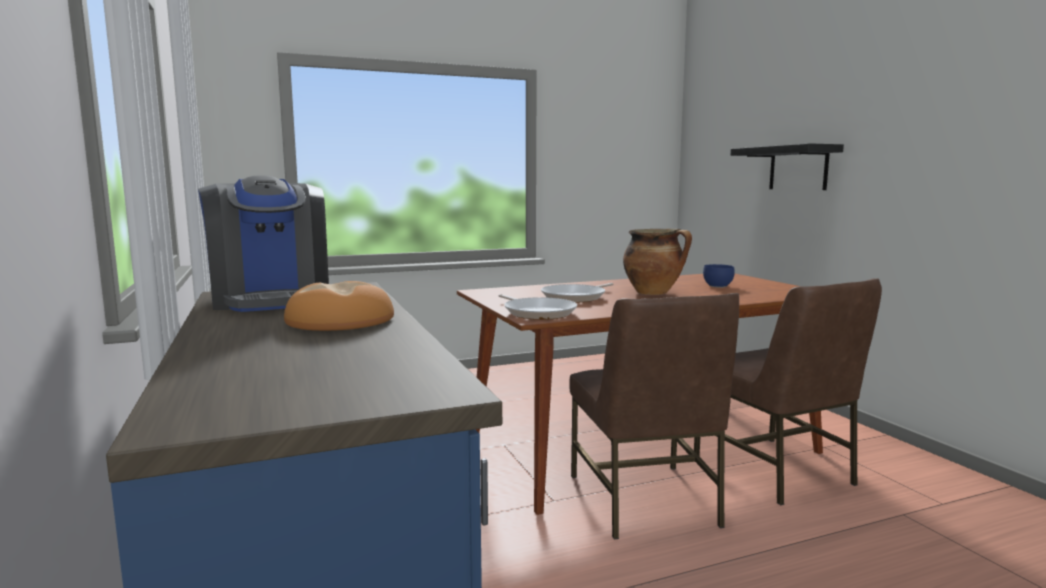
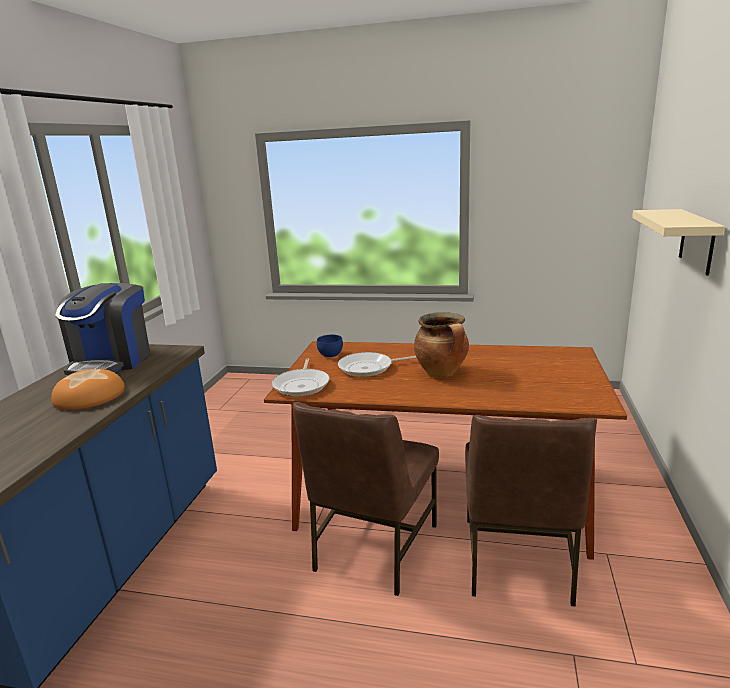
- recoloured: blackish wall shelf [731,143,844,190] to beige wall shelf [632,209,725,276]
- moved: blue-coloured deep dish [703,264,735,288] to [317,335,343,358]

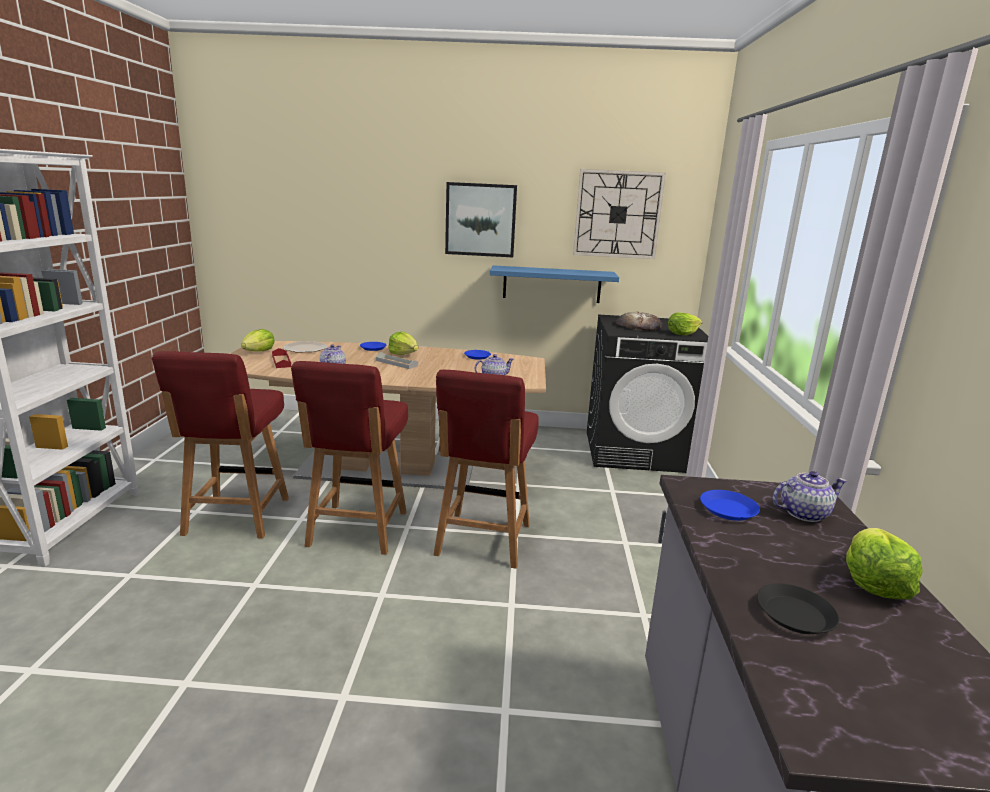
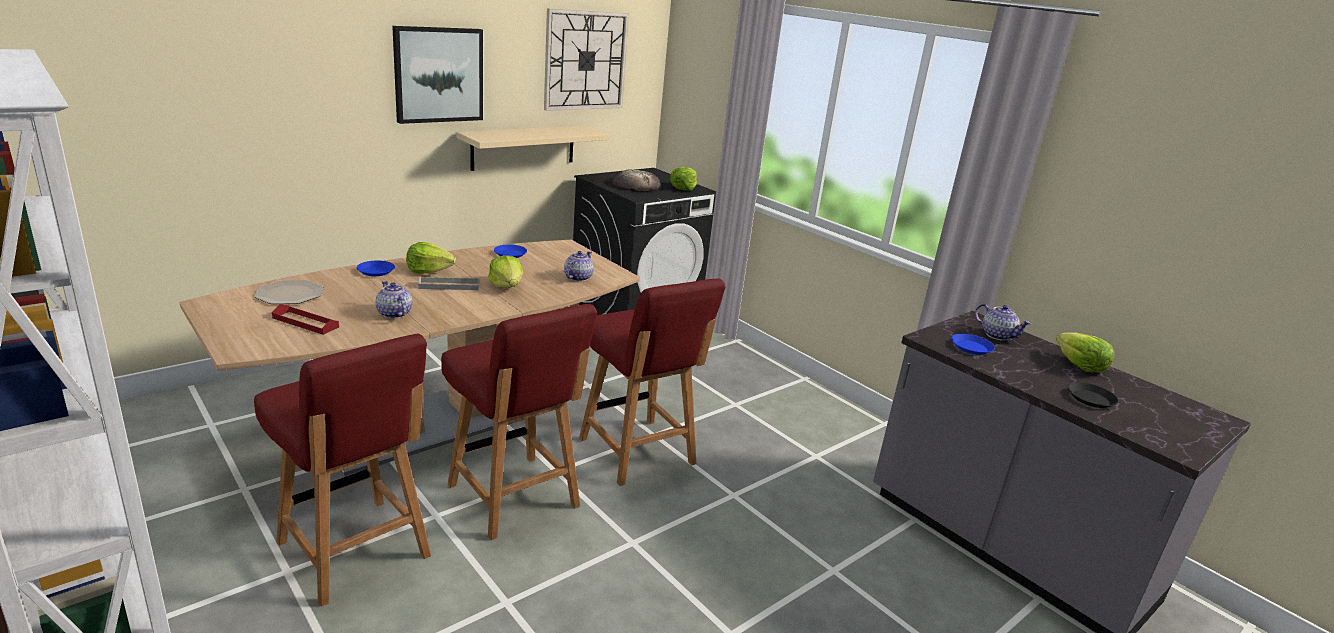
- recoloured: blue-coloured wall shelf [490,265,619,303] to beige wall shelf [456,125,610,171]
- moved: head of lettuce [241,329,275,351] to [488,255,523,288]
- turned: tea pot [772,471,847,522] = [975,304,1032,341] 105 degrees clockwise

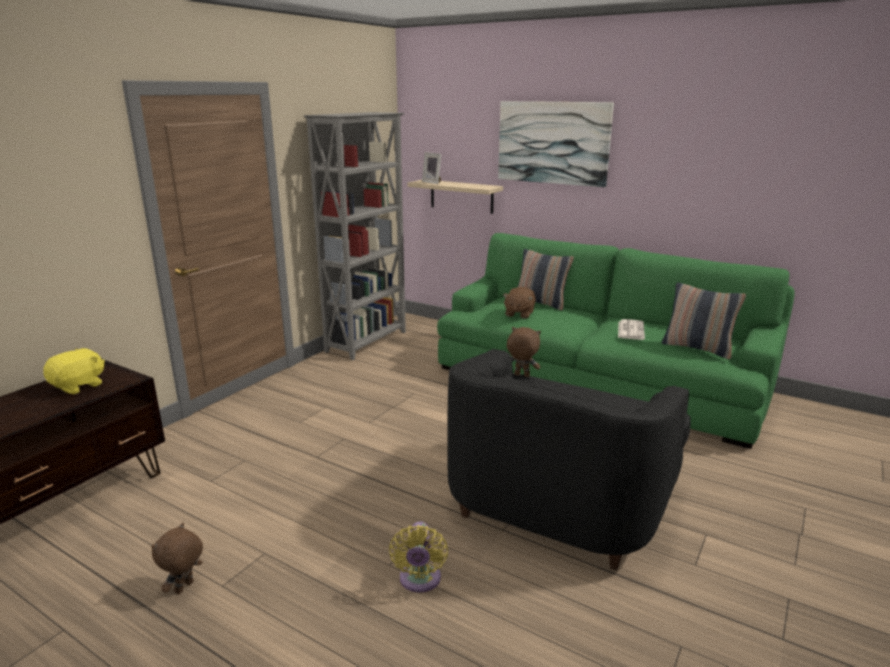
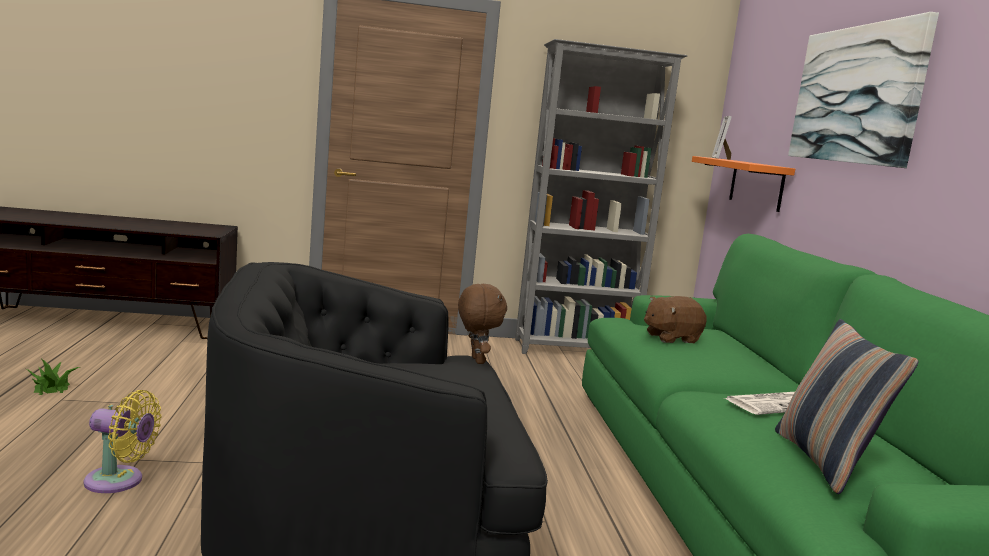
- recoloured: beige wall shelf [407,180,503,214] to orangey wall shelf [692,156,795,212]
- removed: throw pillow [518,249,574,311]
- removed: yellow-coloured plush toy [43,348,105,394]
- turned: yellow-coloured fan [389,521,448,593] = [84,390,161,493] 135 degrees counterclockwise
- replaced: brownish plush toy [151,523,203,594] to plant in a pot [27,359,80,395]

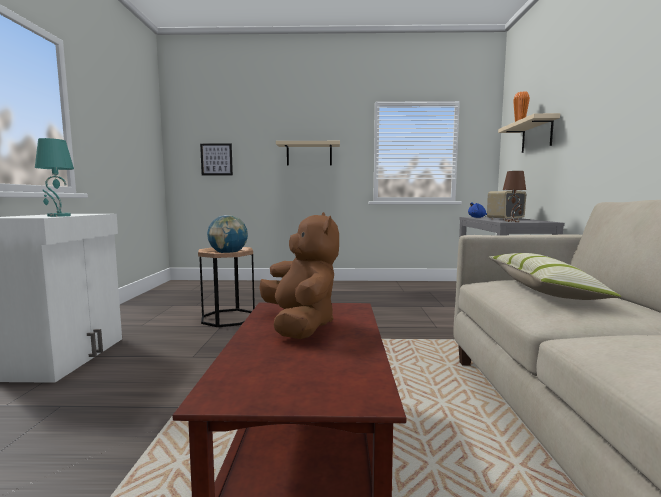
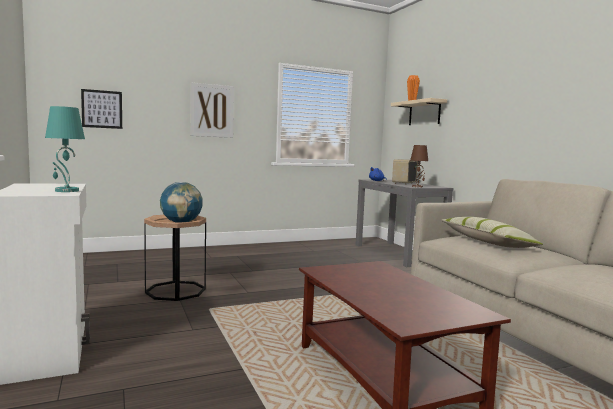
- replaced: beige wall shelf [276,141,340,165] to picture [190,83,234,138]
- removed: brownish plush toy [259,212,339,339]

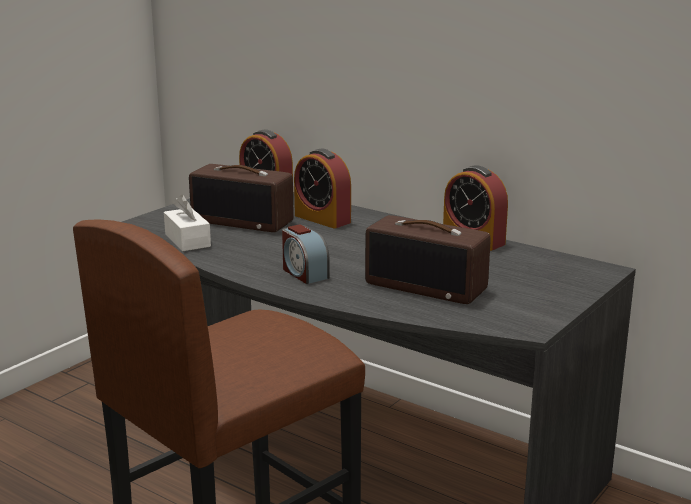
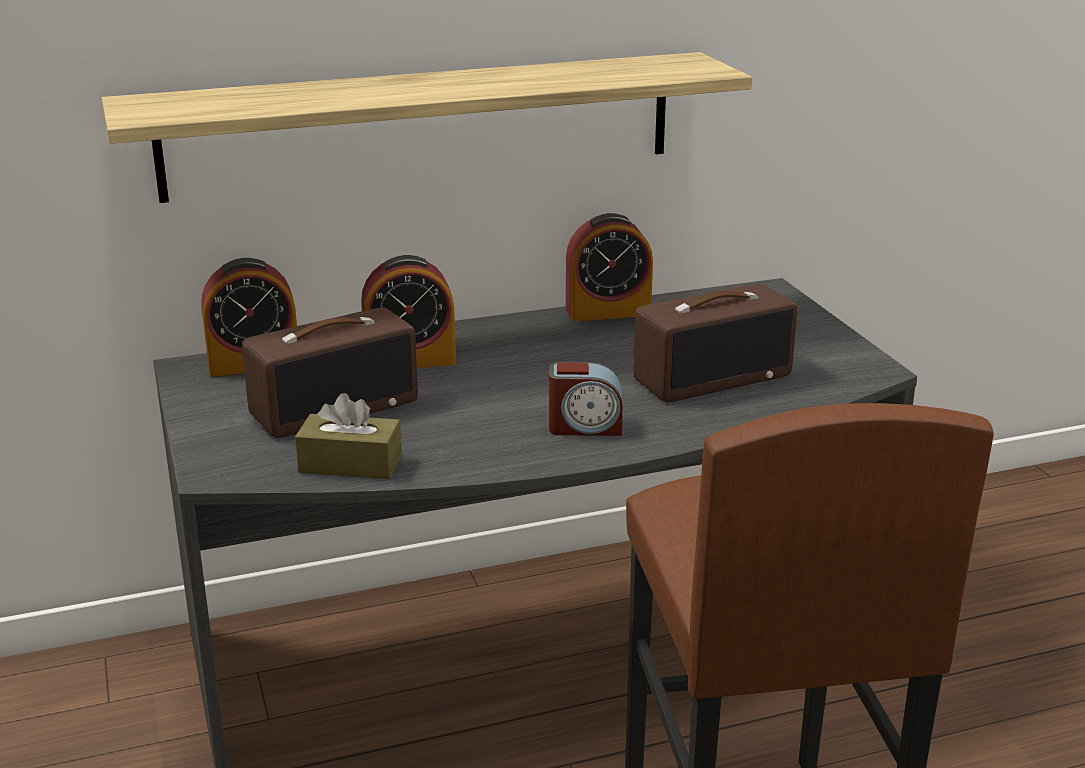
- recoloured: white tissue holder [164,195,211,251] to brownish tissue holder [295,393,402,479]
- added: wall shelf [101,52,752,203]

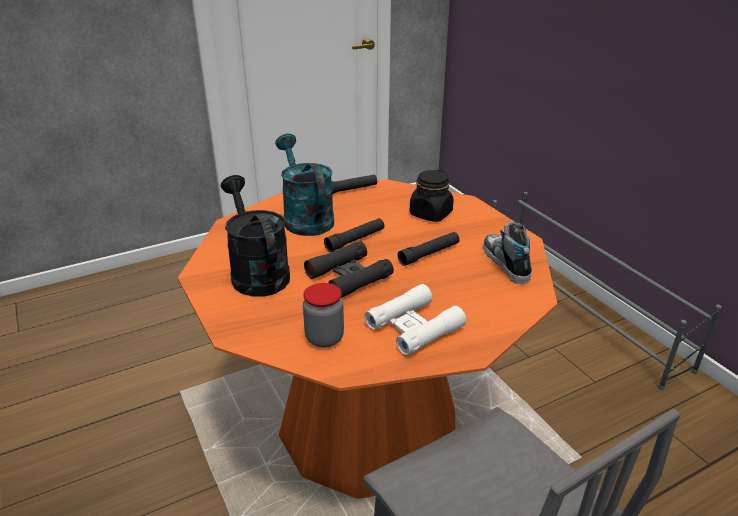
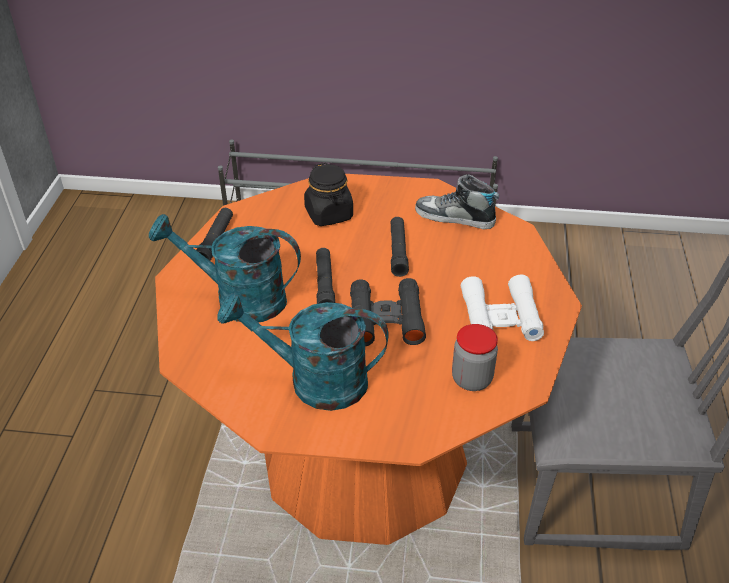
- recoloured: blackish sprinkling can [221,175,290,297] to turquoise-coloured sprinkling can [217,293,389,411]

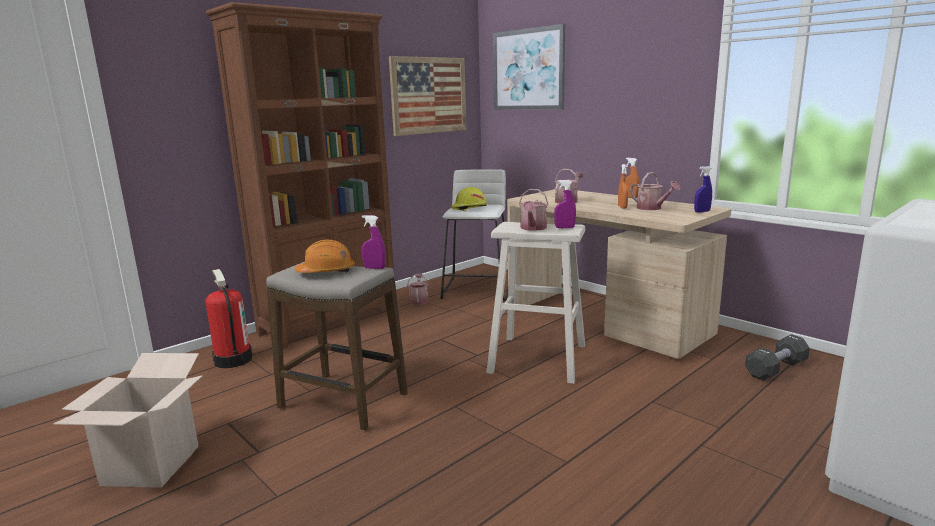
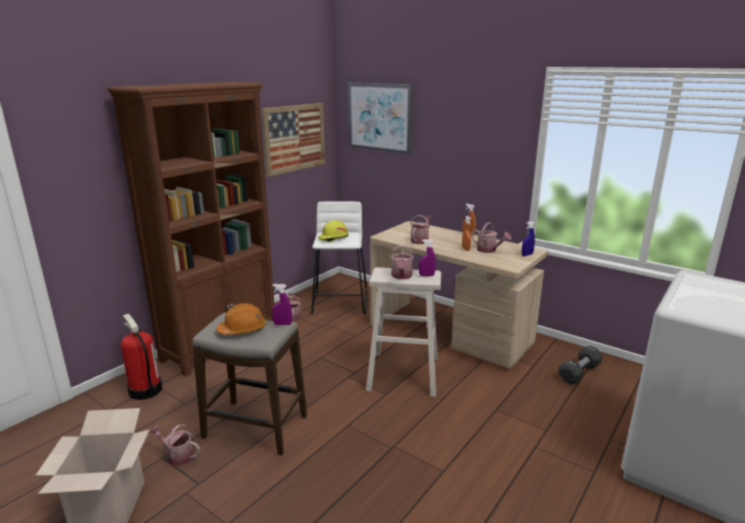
- added: sprinkling can [149,424,200,466]

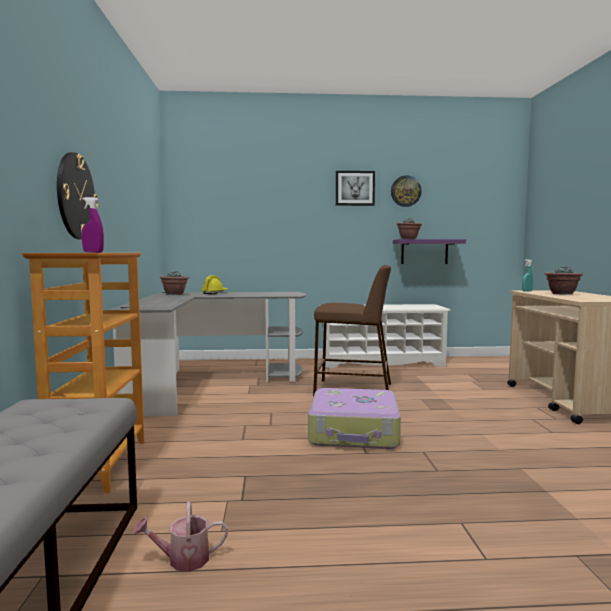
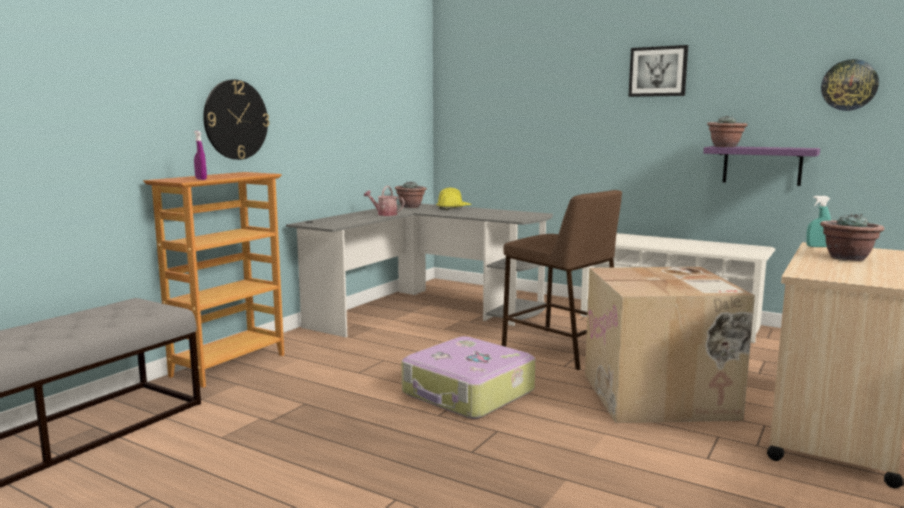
- moved: hanging clock [391,176,422,207] to [821,59,879,111]
- moved: sprinkling can [133,501,228,572] to [364,186,405,216]
- added: packing box [585,267,755,423]

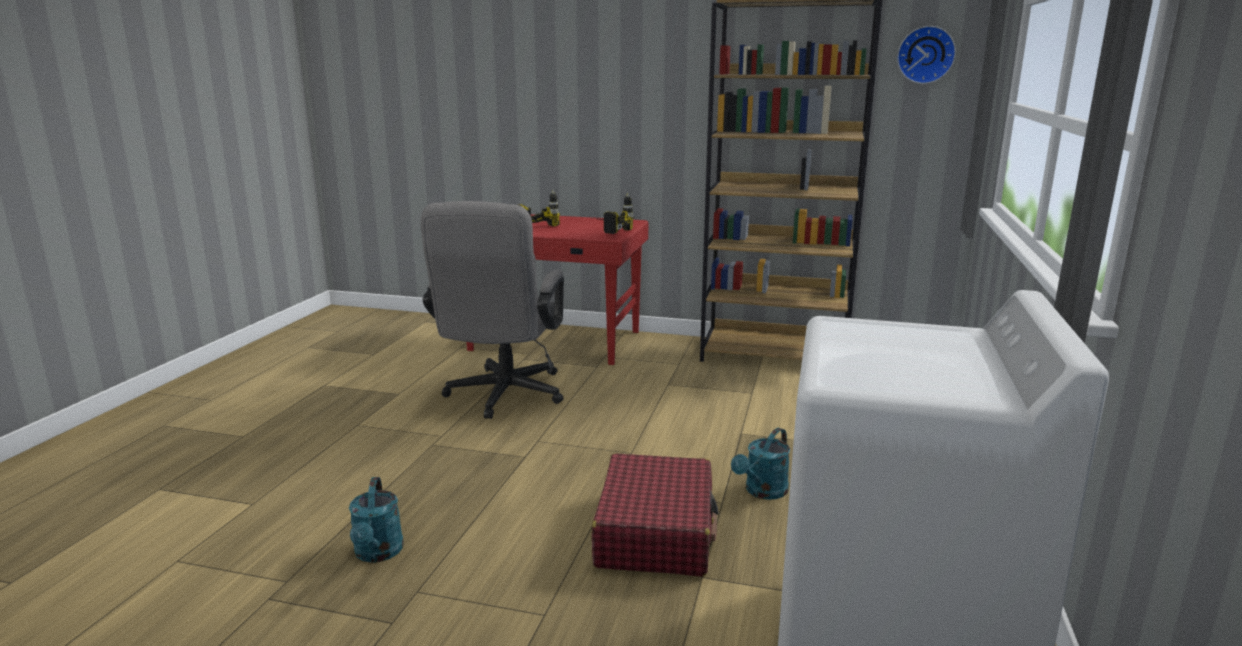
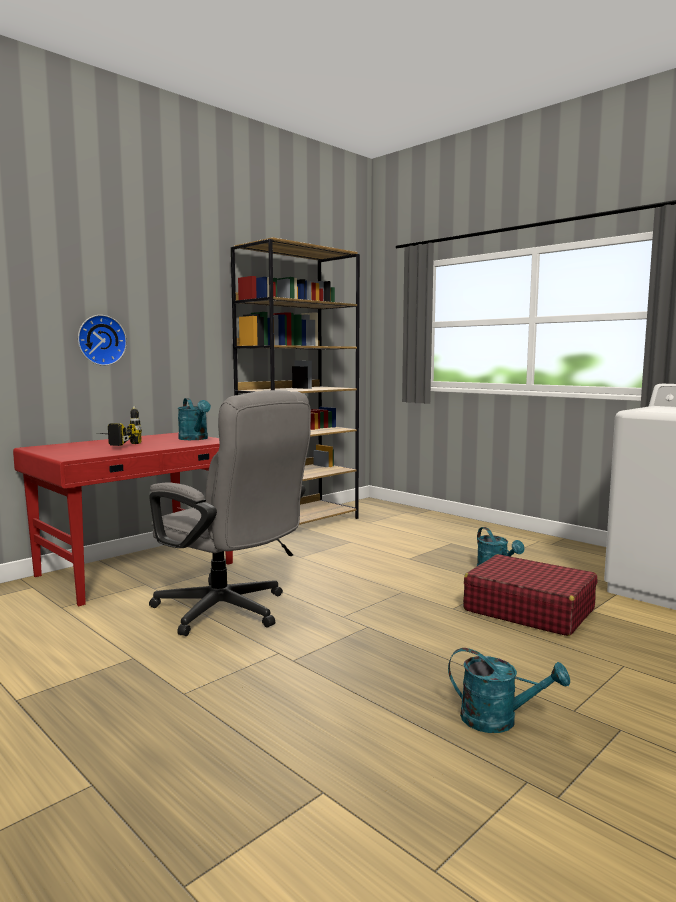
- moved: hanging clock [897,26,956,84] to [78,315,127,366]
- replaced: drill [594,193,634,234] to turquoise-coloured sprinkling can [178,398,211,440]

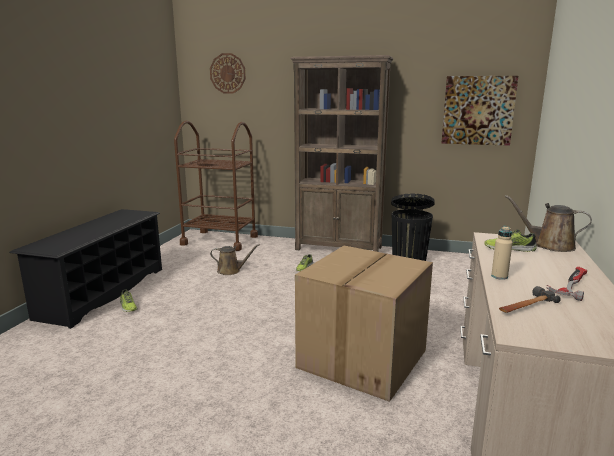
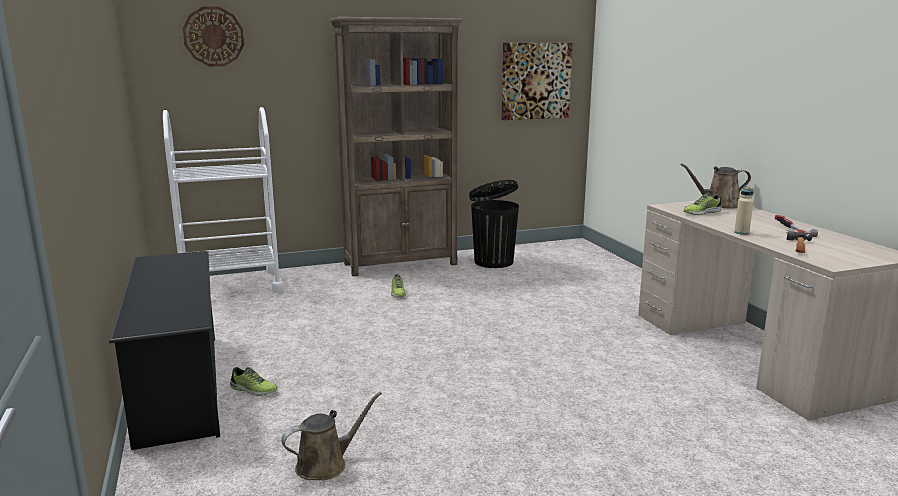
- recoloured: brownish cart [174,121,258,251] to white cart [163,107,284,293]
- moved: brownish sprinkling can [210,244,260,275] to [281,392,382,480]
- removed: packing box [295,246,433,402]

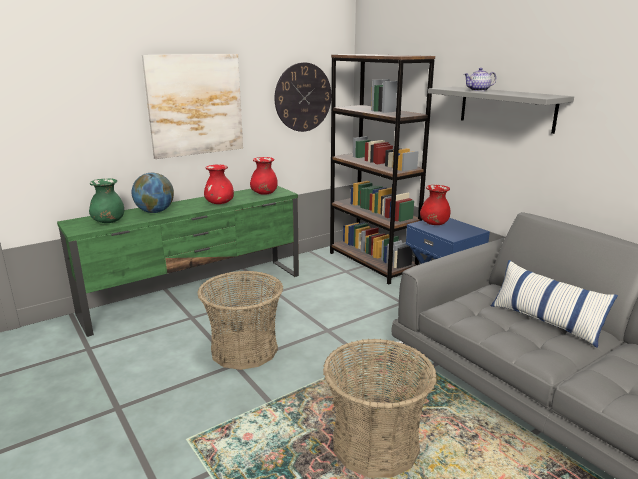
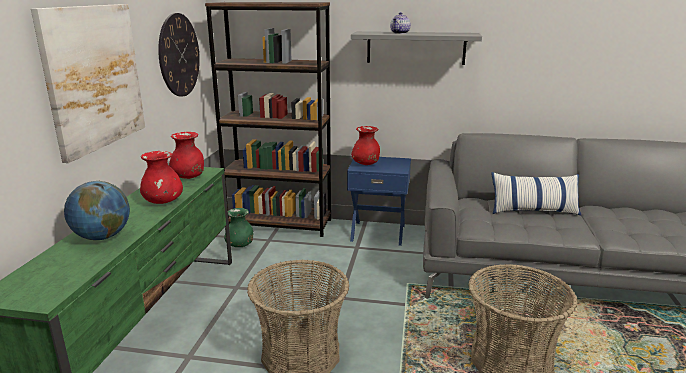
- moved: greenish decorative vase [89,178,124,223] to [224,208,253,247]

